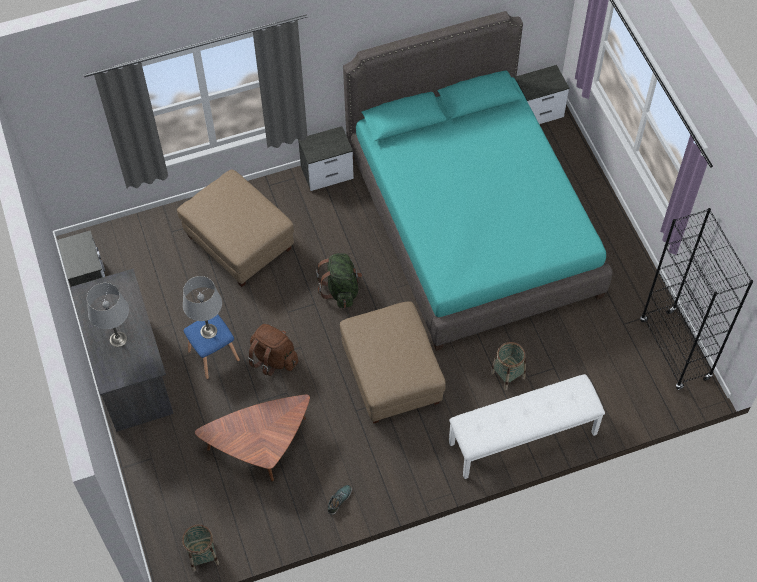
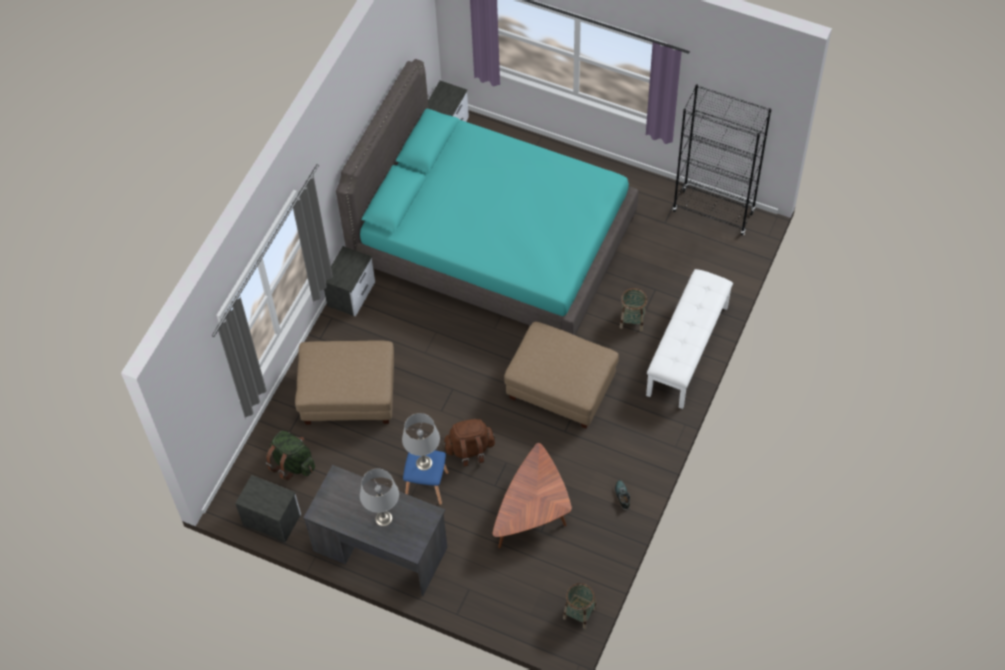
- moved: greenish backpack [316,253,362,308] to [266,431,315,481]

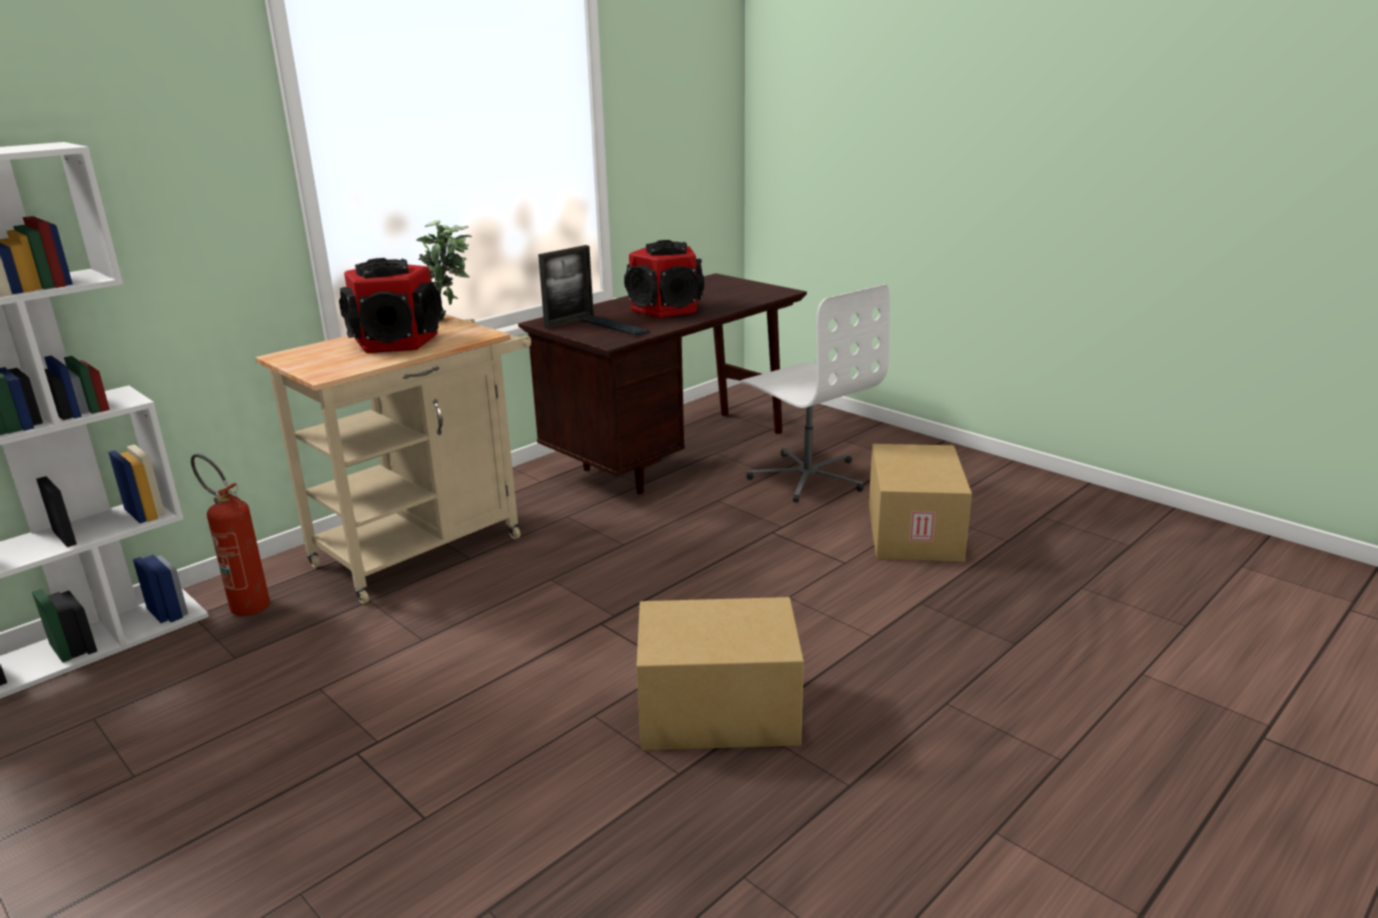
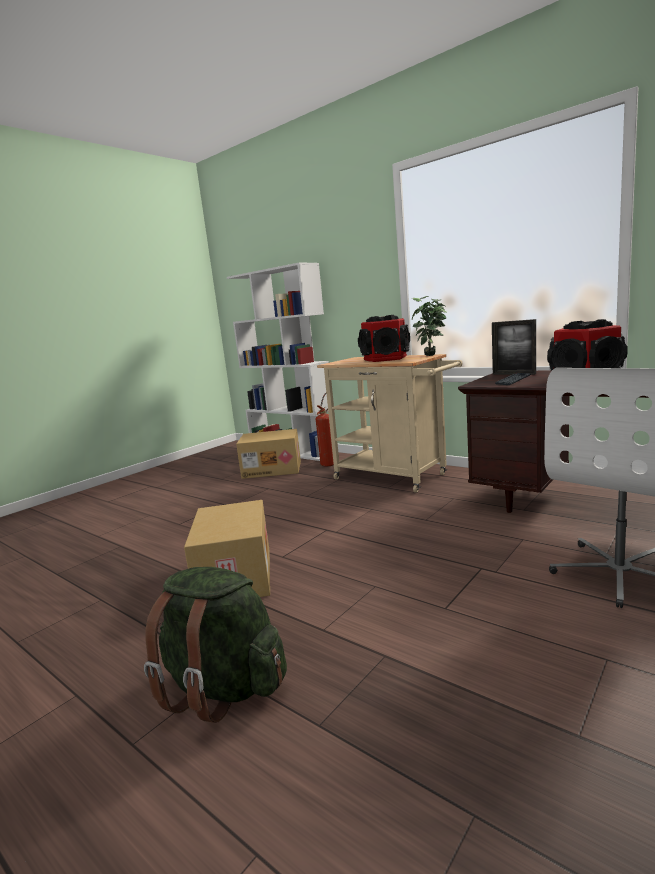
- moved: packing box [869,444,972,562] to [236,429,301,479]
- added: greenish backpack [144,567,287,723]

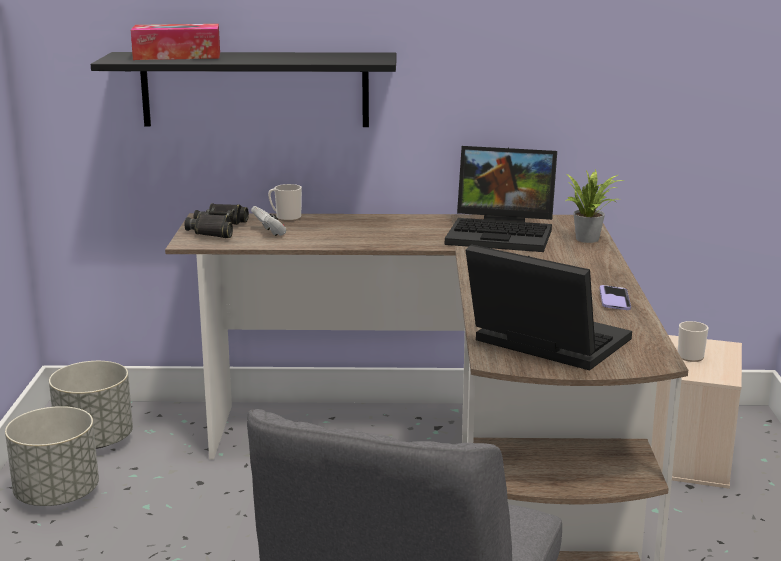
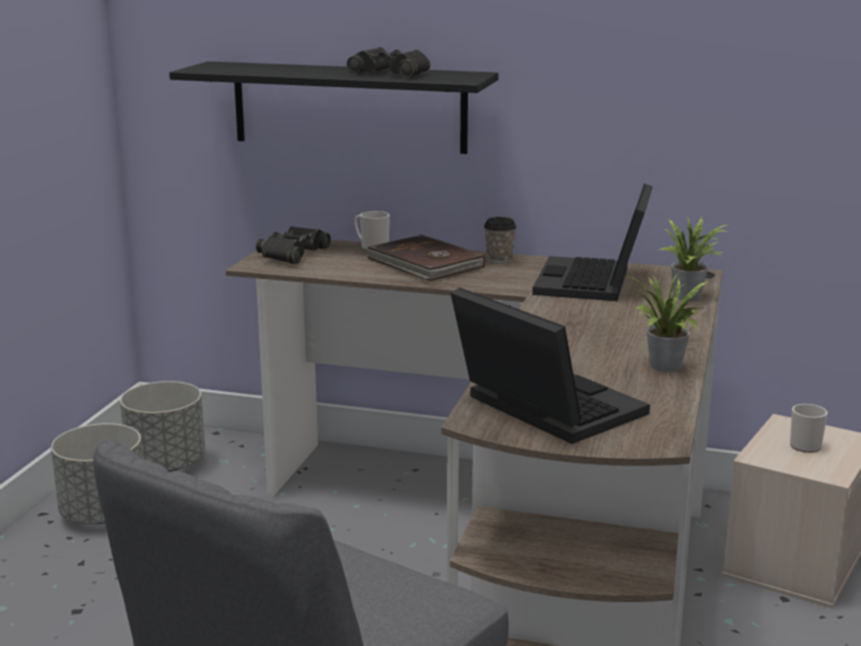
- removed: tissue holder [131,24,220,60]
- turned: notebook computer [445,146,557,252] = [532,184,653,301] 75 degrees clockwise
- removed: white gamepad [251,206,287,236]
- replaced: telephone [599,285,631,310] to plant in a pot [625,273,709,372]
- added: blackish pair of binoculars [347,47,431,78]
- added: cup [484,217,516,263]
- added: brownish bound book [366,235,485,281]

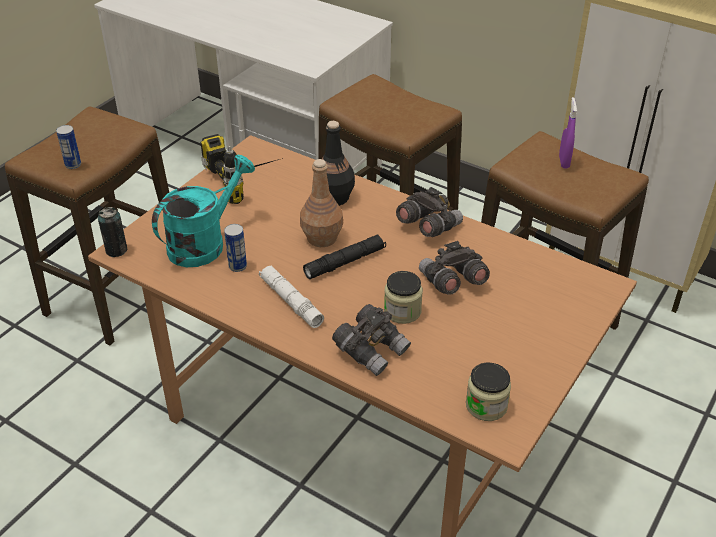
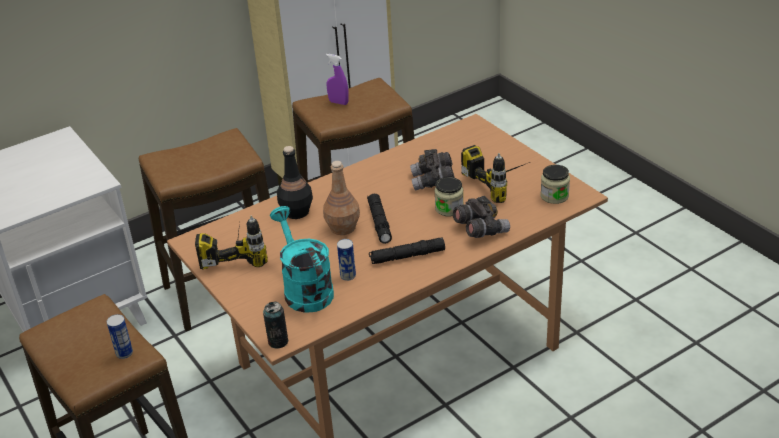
- removed: greyish pair of binoculars [396,187,463,237]
- recoloured: white flashlight [259,265,324,328] to blackish flashlight [369,237,445,264]
- added: drill [461,145,530,203]

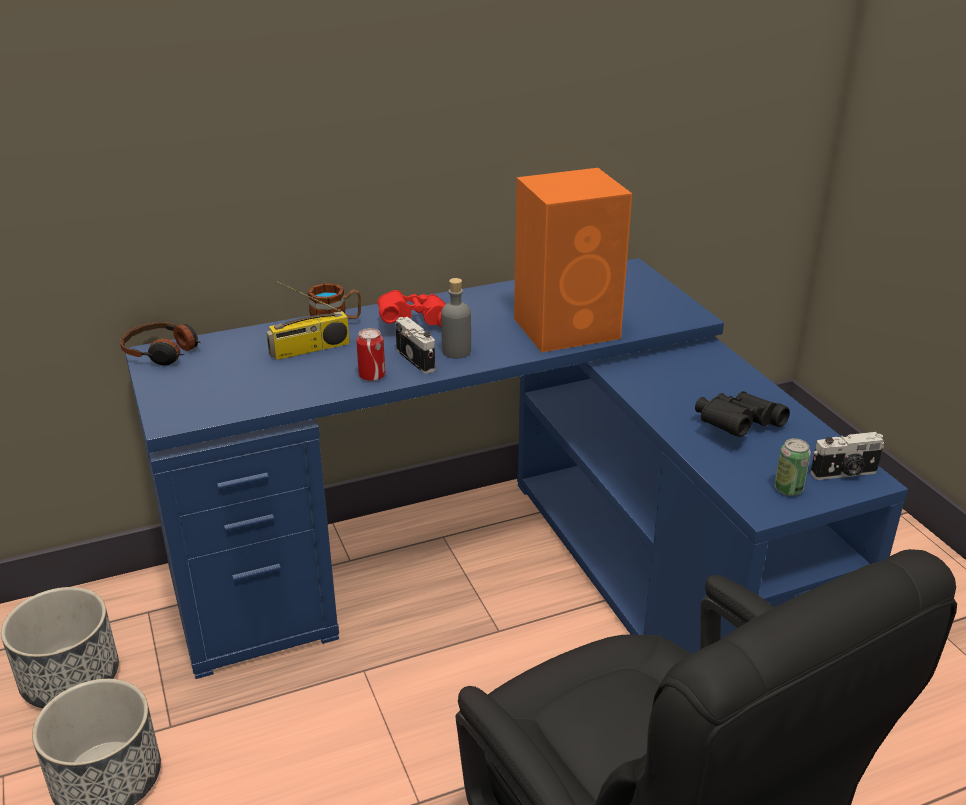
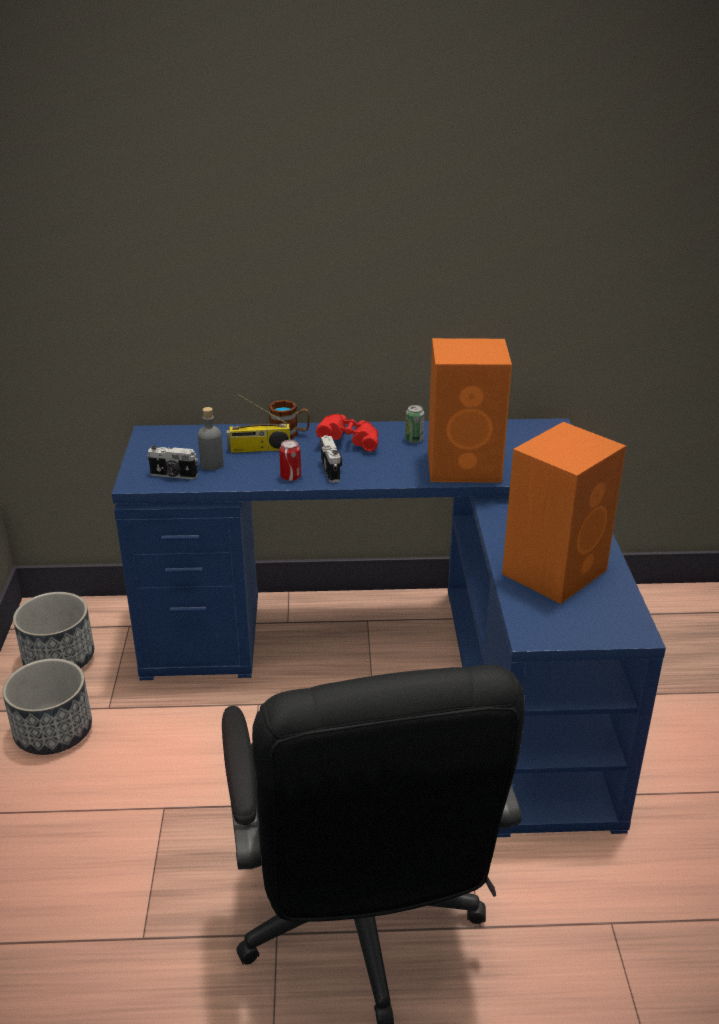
- moved: greyish beverage bottle [441,278,471,358] to [198,407,224,471]
- removed: headphones [120,322,200,366]
- replaced: blackish pair of binoculars [695,391,790,437] to orangey audio speaker [502,422,626,604]
- moved: photo camera [810,432,884,480] to [147,445,198,479]
- moved: can [774,438,811,496] to [405,405,424,443]

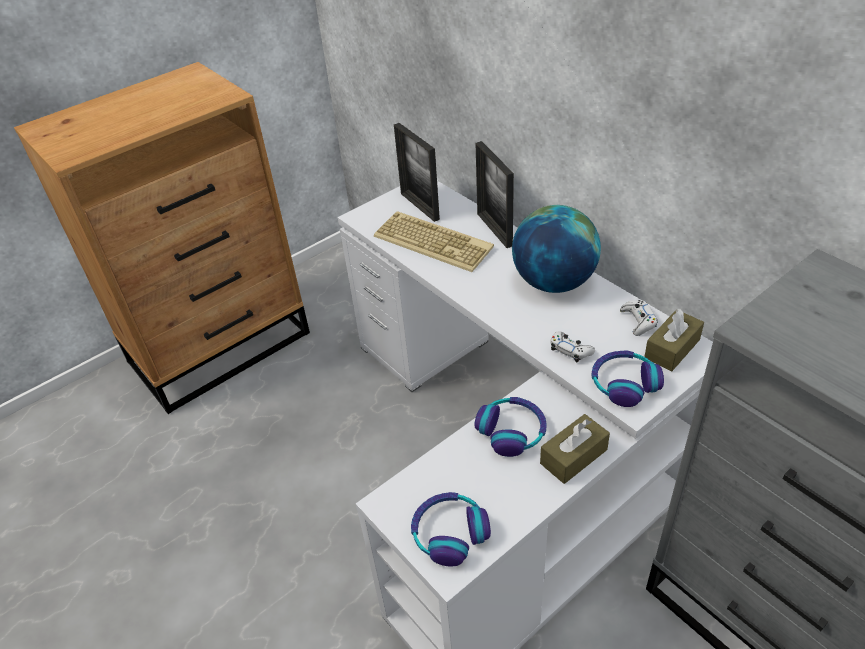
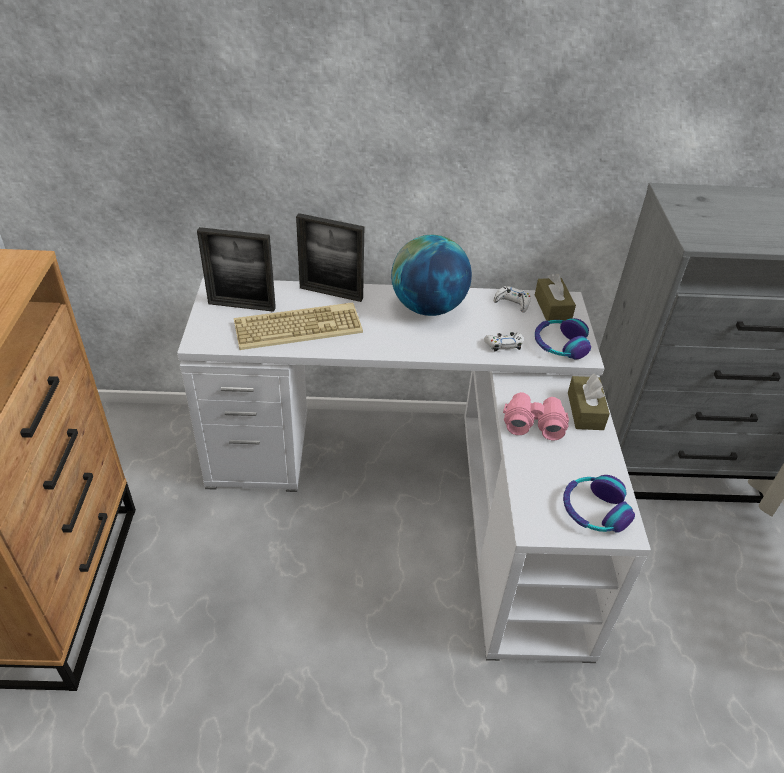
- replaced: headphones [474,397,547,457] to pink pair of binoculars [503,392,569,440]

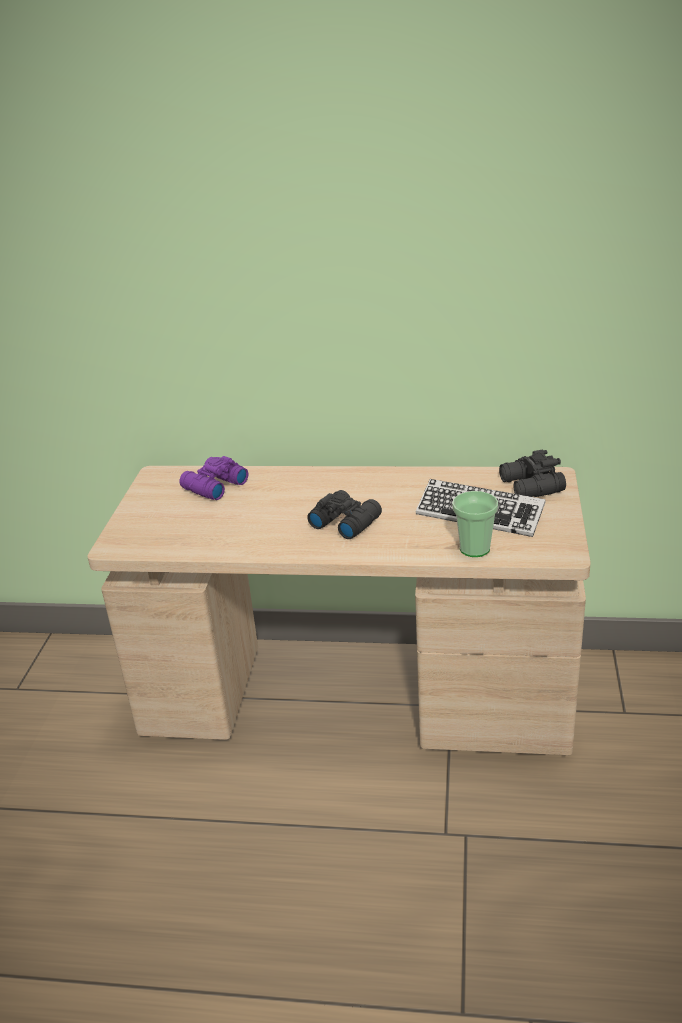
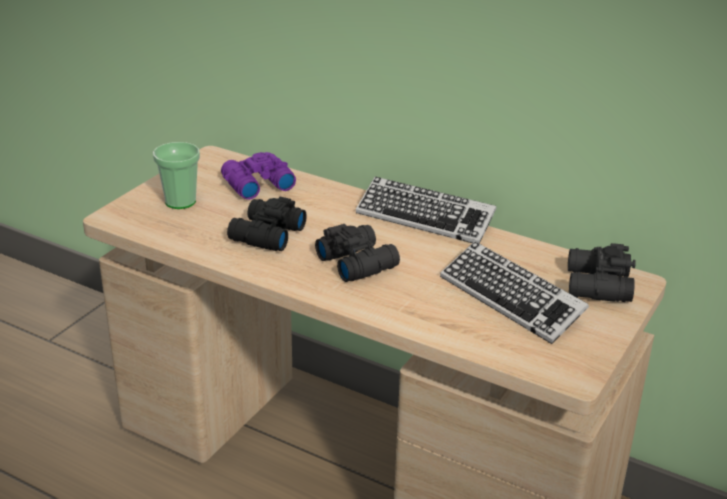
- moved: cup [452,491,498,557] to [153,142,200,209]
- added: keyboard [356,177,496,244]
- added: blackish pair of binoculars [227,197,307,251]

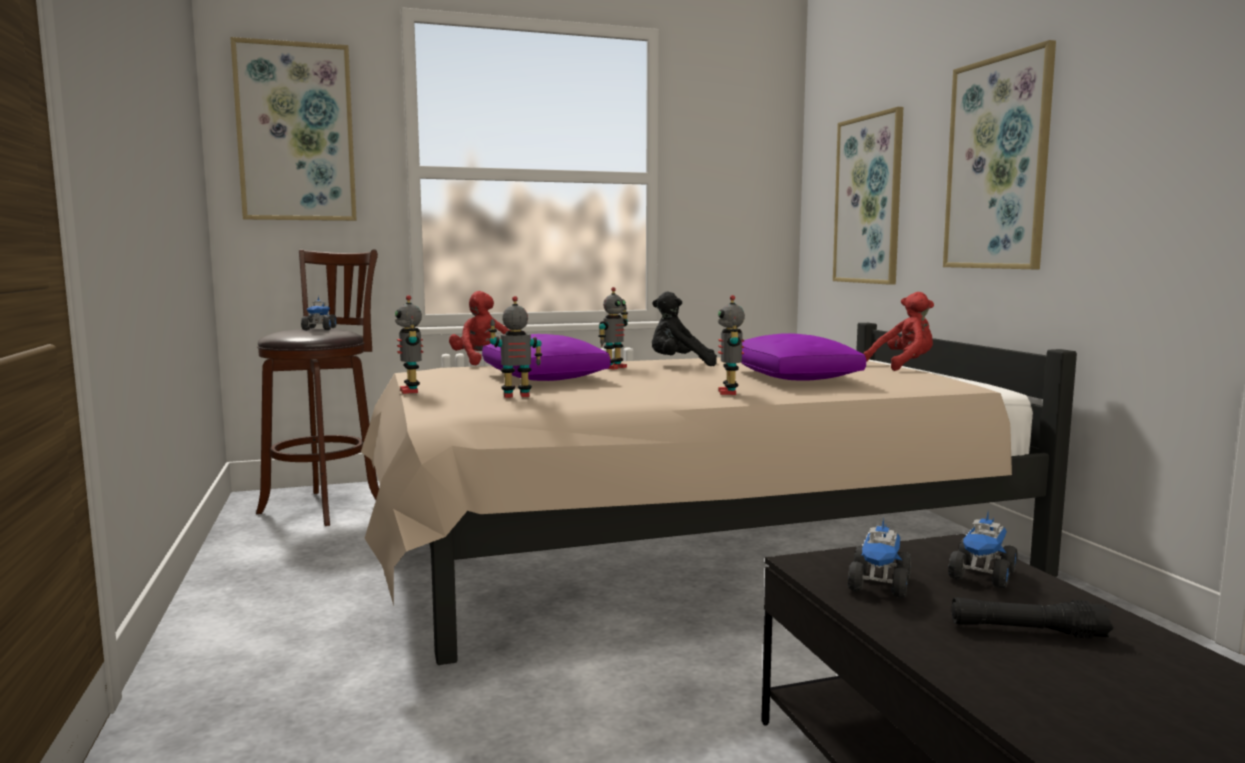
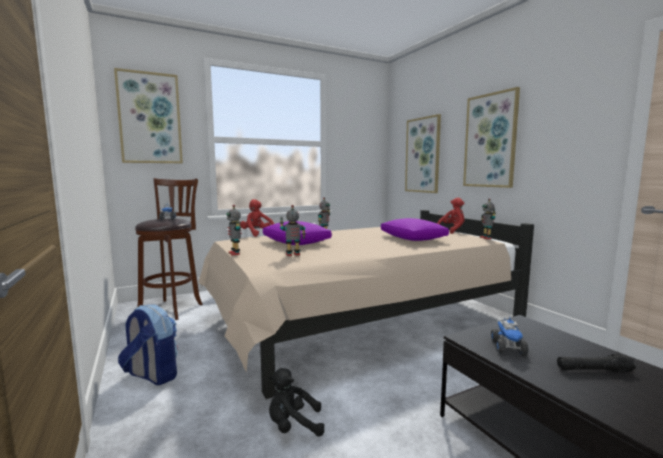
- moved: blackish plush toy [652,291,717,366] to [269,368,325,436]
- moved: toy robot [718,295,745,395] to [480,198,496,239]
- removed: toy truck [948,513,1017,588]
- added: backpack [118,305,178,385]

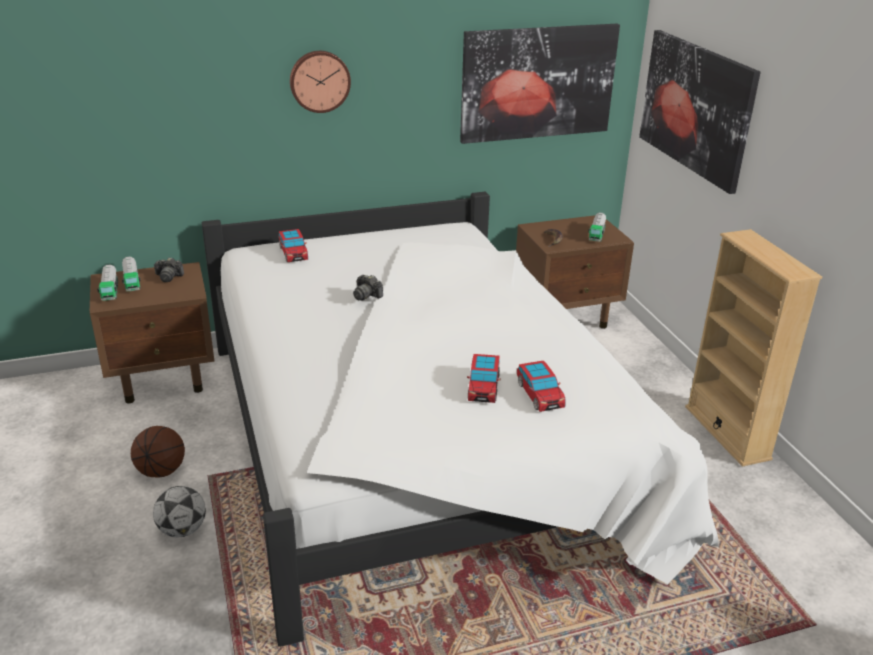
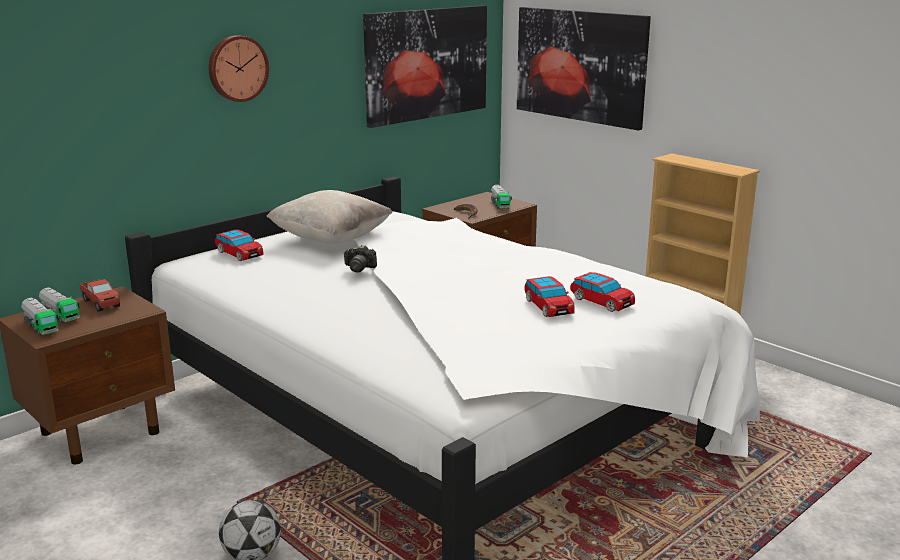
- replaced: photo camera [154,258,184,282] to toy truck [80,279,120,312]
- removed: basketball ball [131,426,185,478]
- added: beige throw pillow [266,190,392,244]

